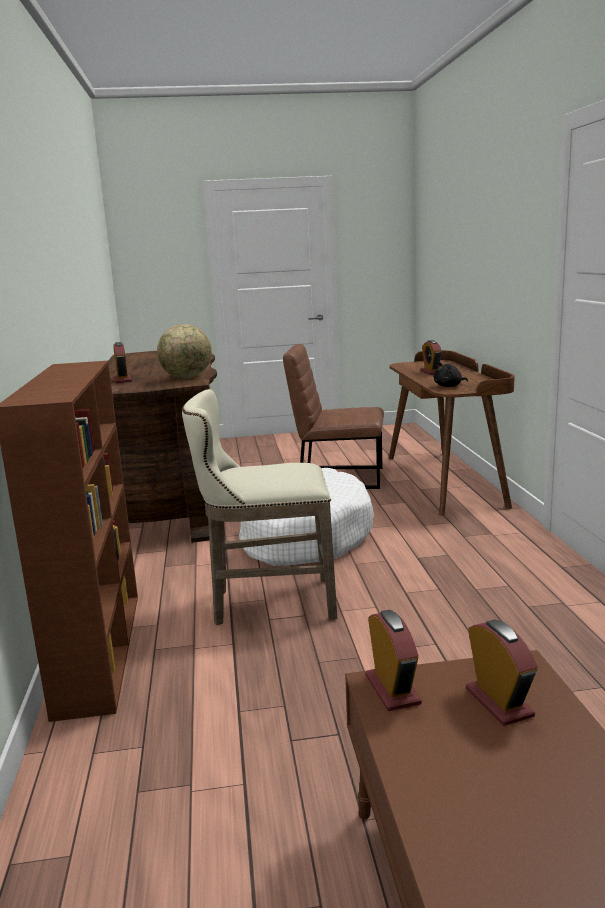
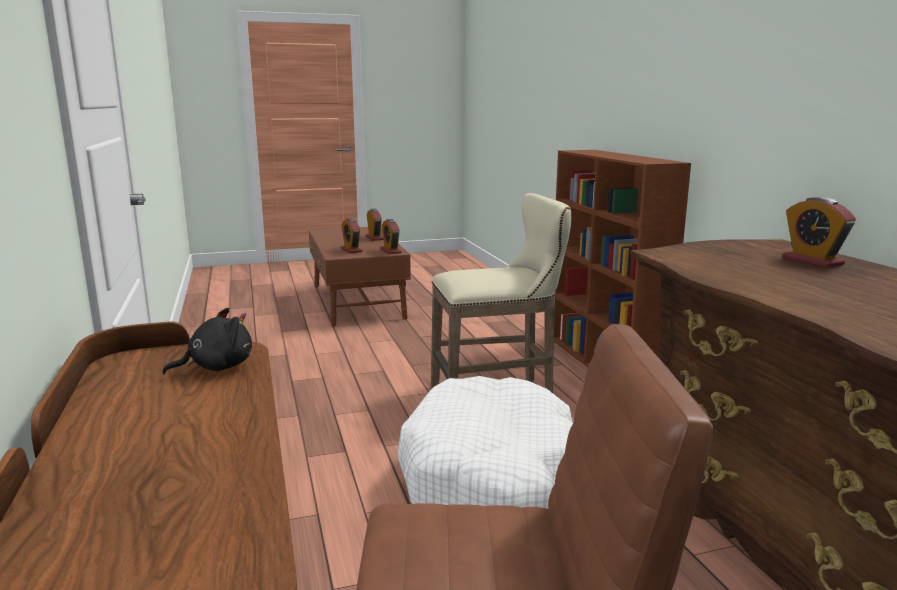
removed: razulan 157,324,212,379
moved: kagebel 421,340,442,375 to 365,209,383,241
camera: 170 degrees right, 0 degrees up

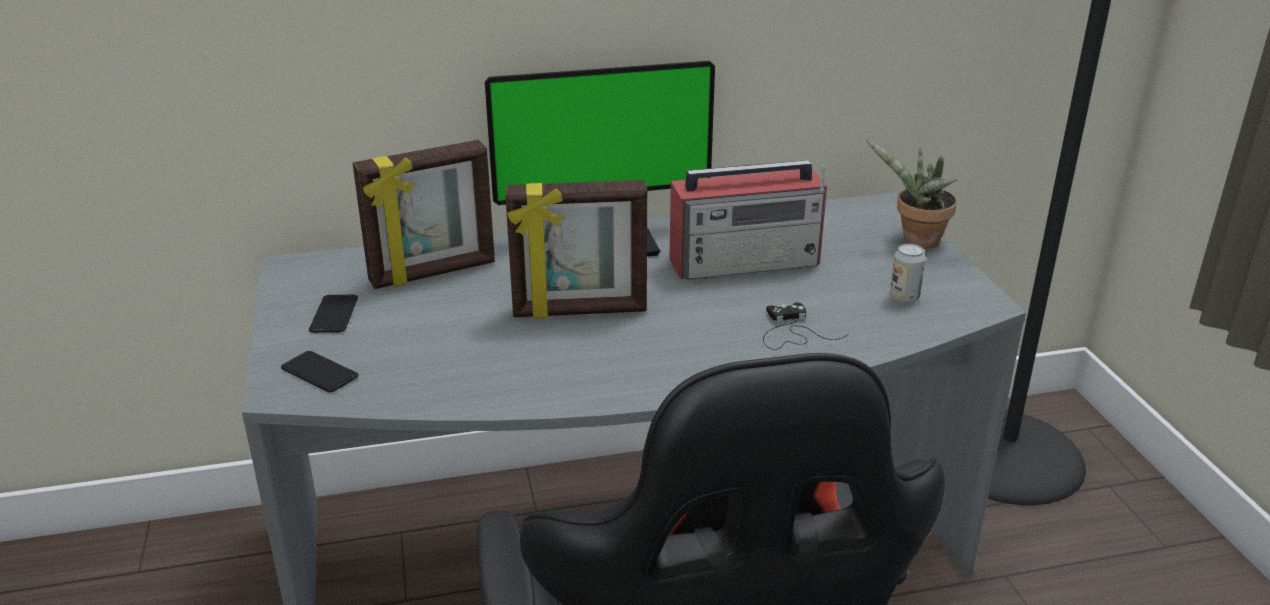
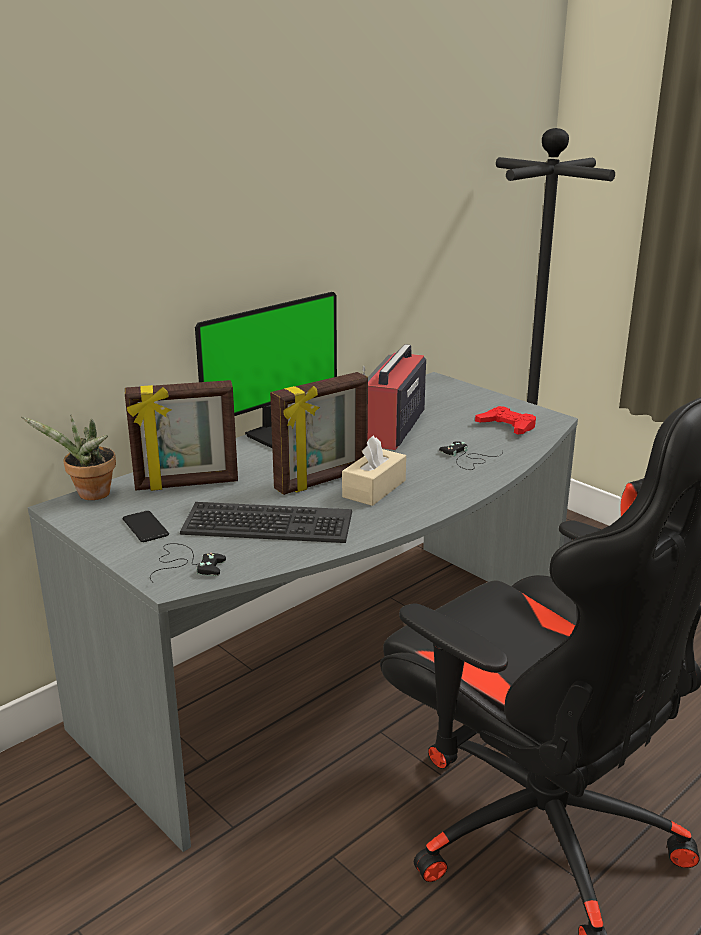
added: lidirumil 180,502,352,543; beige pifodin 342,435,406,506
moved: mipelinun 866,139,957,249 to 21,415,116,500
replaced: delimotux 281,351,359,392 to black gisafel 150,543,226,583; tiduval 890,244,926,304 to red gisafel 475,406,536,434
turned: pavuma 353,140,495,289 = 125,380,238,491 45 degrees clockwise; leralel 670,160,827,280 = 363,344,426,450 150 degrees clockwise
camera: 30 degrees left, 5 degrees down

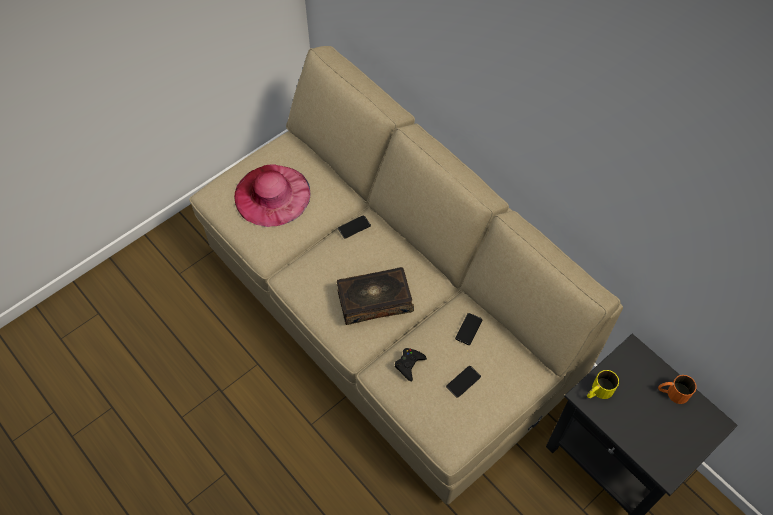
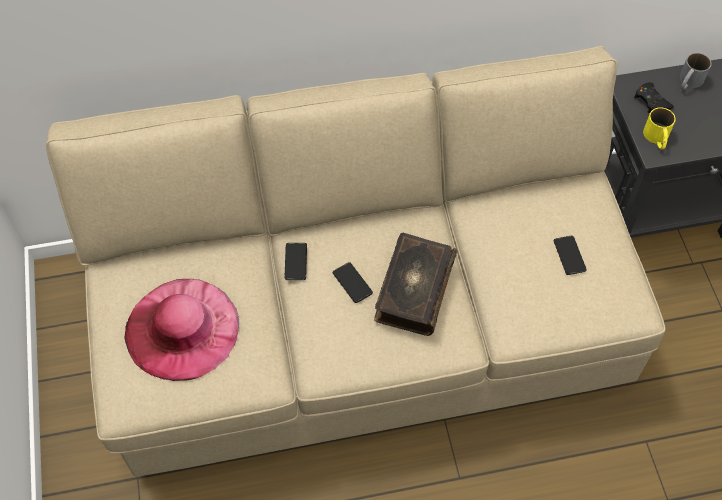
moved: delimotux 455,313,482,345 to 333,262,373,303; black gisafel 395,348,427,381 to 634,82,674,113
recoloured: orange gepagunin 658,375,696,404 to grey gepagunin 680,53,712,90
camera: 60 degrees left, 0 degrees up

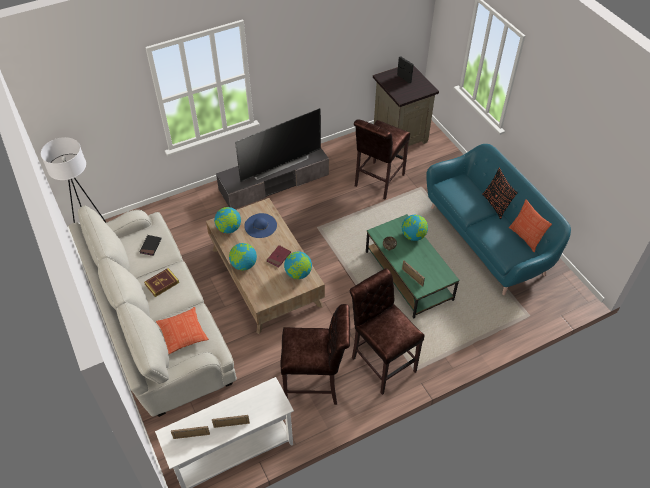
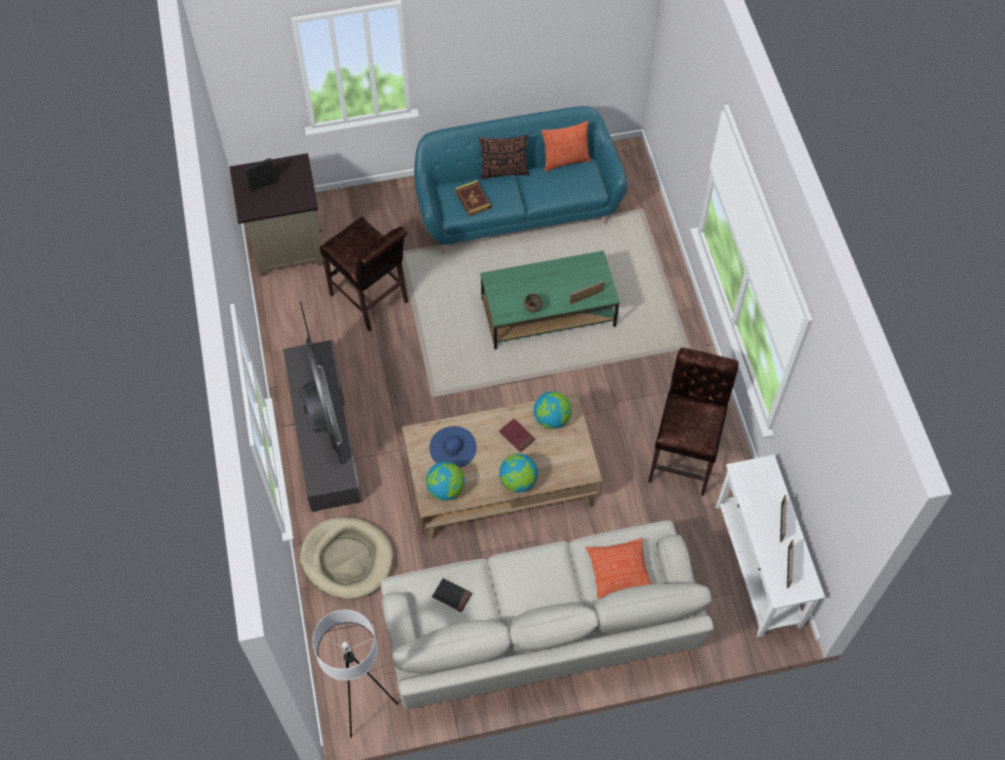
removed: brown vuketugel 350,268,424,395; razulan 402,215,428,241
added: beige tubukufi 300,517,394,599
moved: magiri 144,268,179,297 to 455,180,491,216
camera: 75 degrees left, 10 degrees up

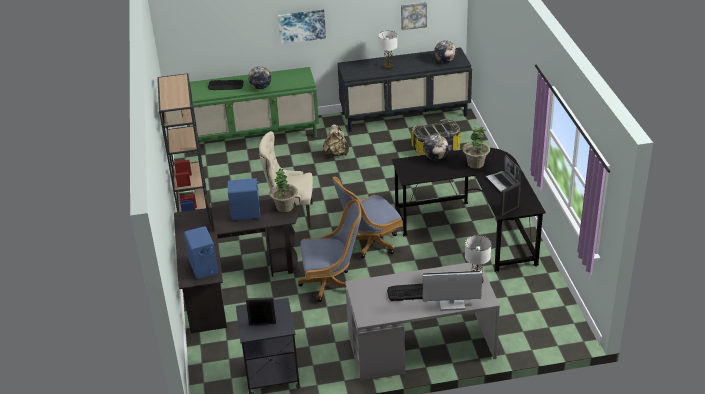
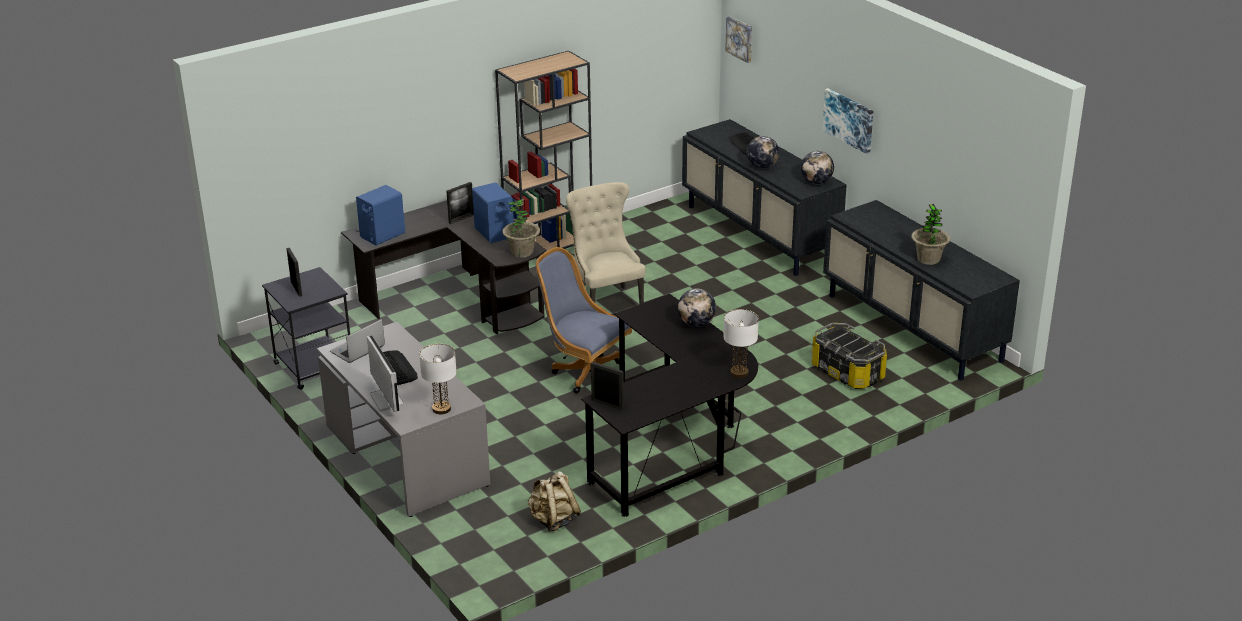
removed: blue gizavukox 298,199,361,302
moved: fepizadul 486,154,521,192 to 330,319,385,363; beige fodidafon 323,124,349,156 to 528,471,581,532; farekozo 378,31,398,70 to 723,309,759,378; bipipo 401,2,427,30 to 725,16,752,63; razulan 434,41,457,63 to 801,151,834,184; mipelinun 462,127,490,169 to 911,204,951,265
recoloured: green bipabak 187,67,319,153 to black bipabak 682,119,847,276
camera: 65 degrees right, 5 degrees down

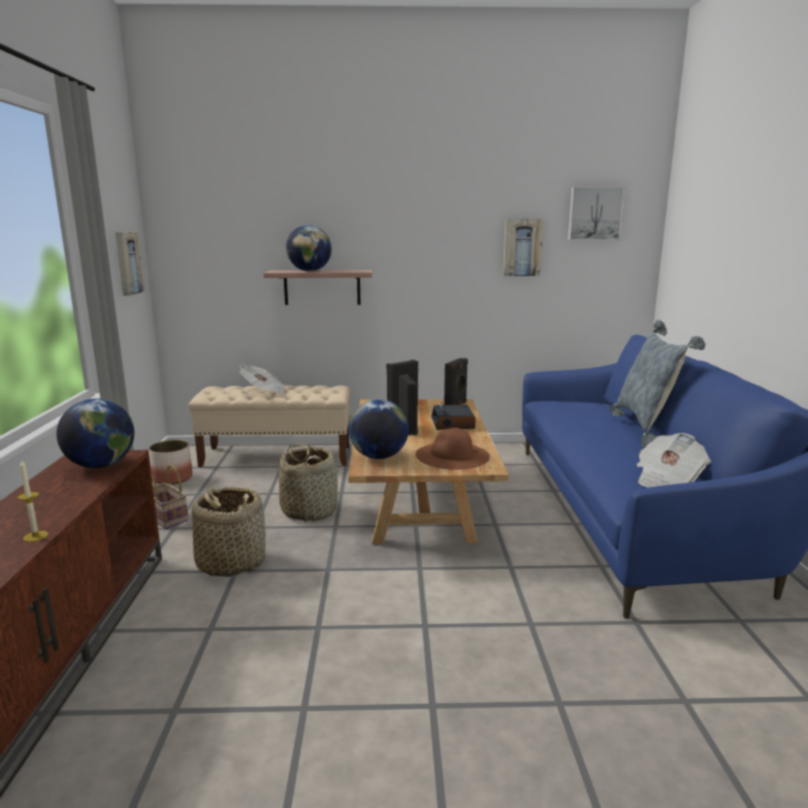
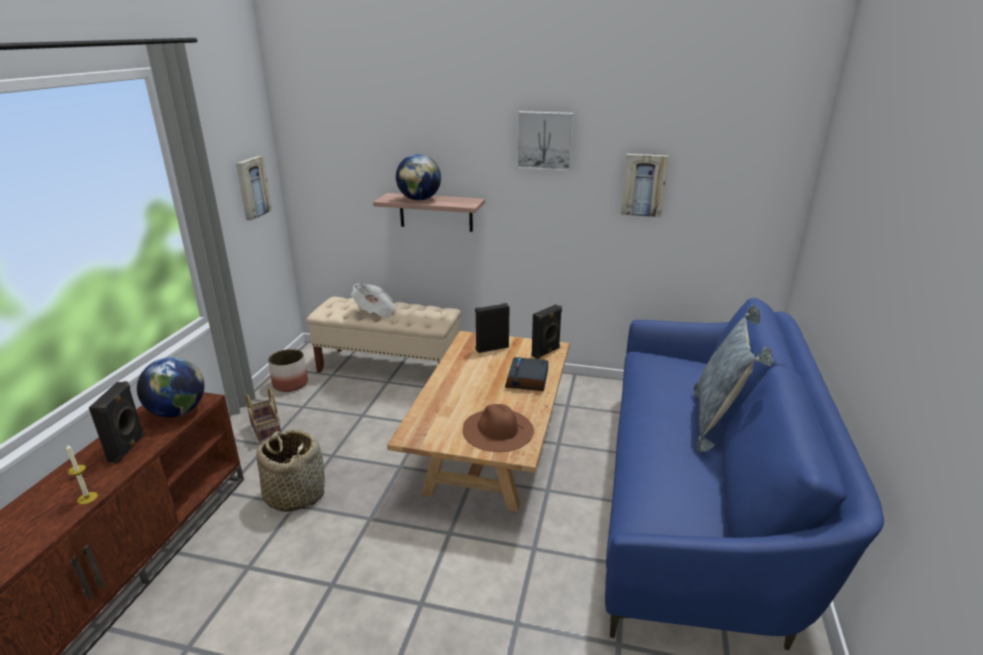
removed: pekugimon 279,443,338,521; razulan 349,399,409,459; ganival 637,433,711,487
moved: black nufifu 399,374,418,435 to 89,381,144,463; bipipo 568,187,625,240 to 517,111,574,171
camera: 15 degrees right, 10 degrees up

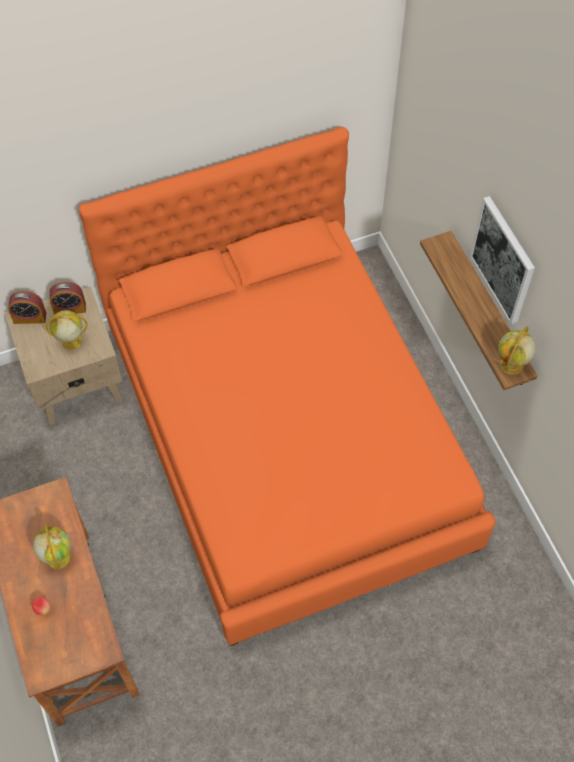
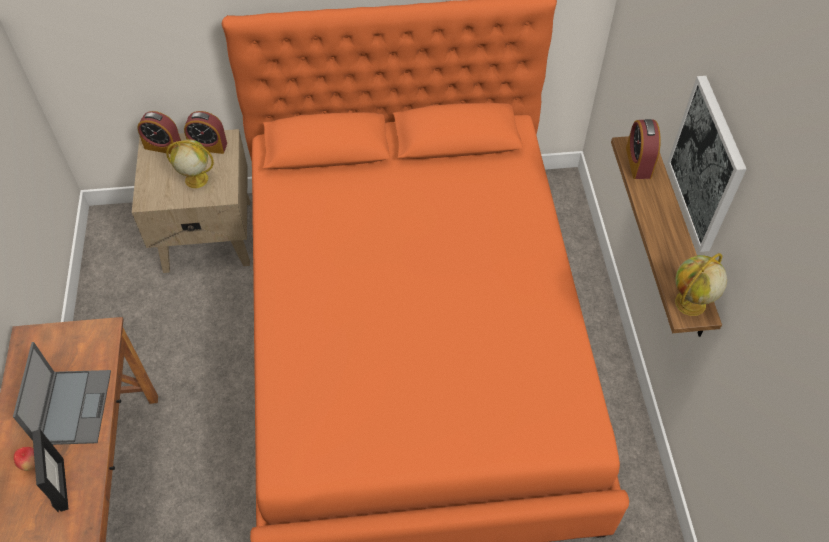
added: pavuma 32,429,69,512; kagebel 626,119,661,179
replaced: razulan 33,522,71,569 to fepizadul 13,342,111,445
camera: 15 degrees right, 5 degrees down

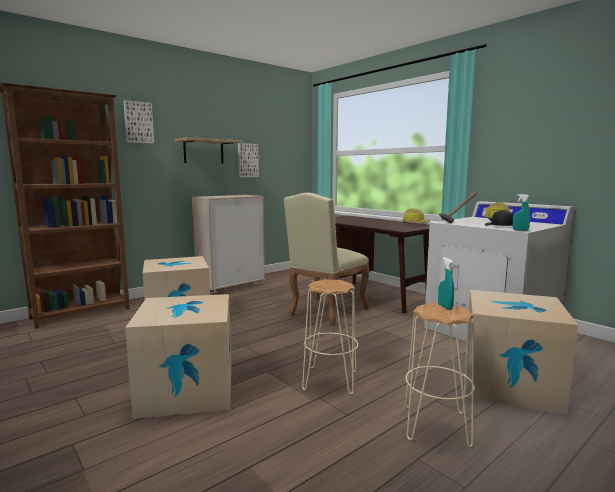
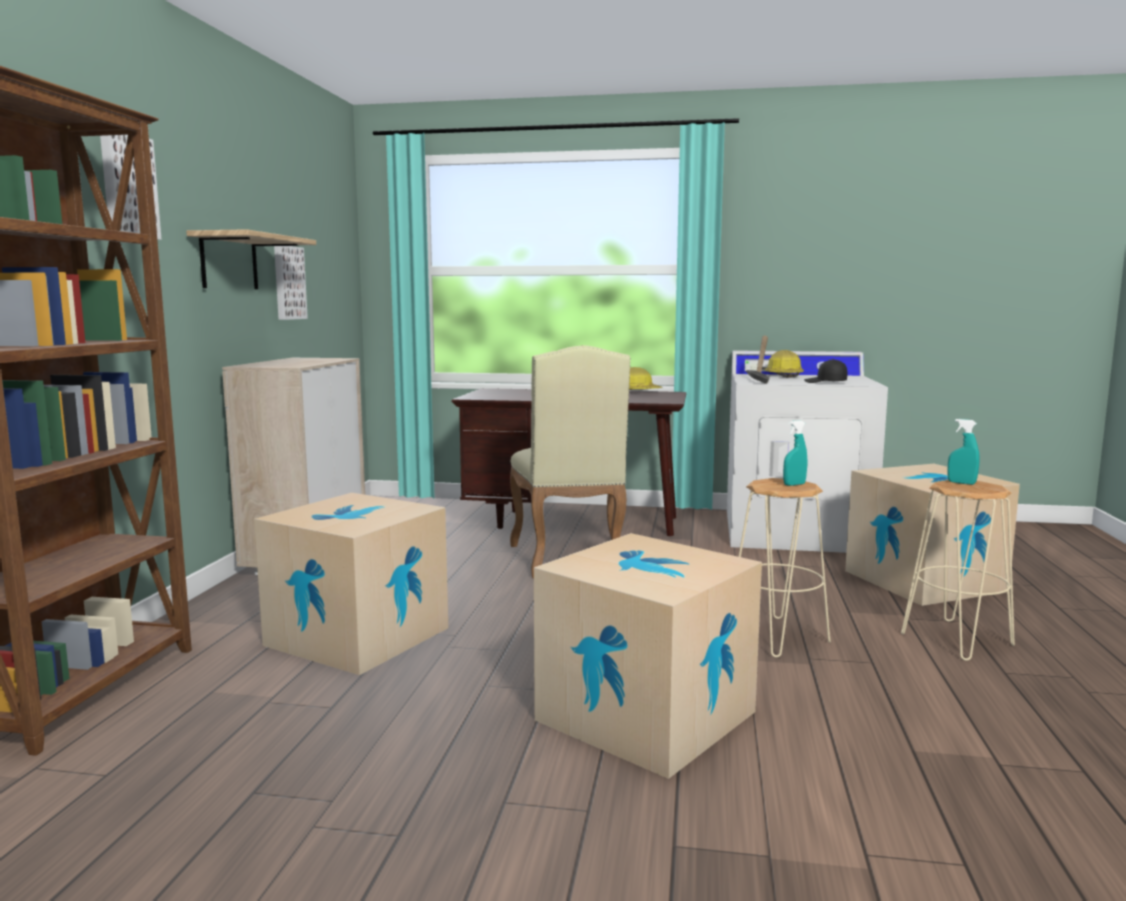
moved: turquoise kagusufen 513,194,531,231 to 783,420,807,486
camera: 40 degrees left, 0 degrees up

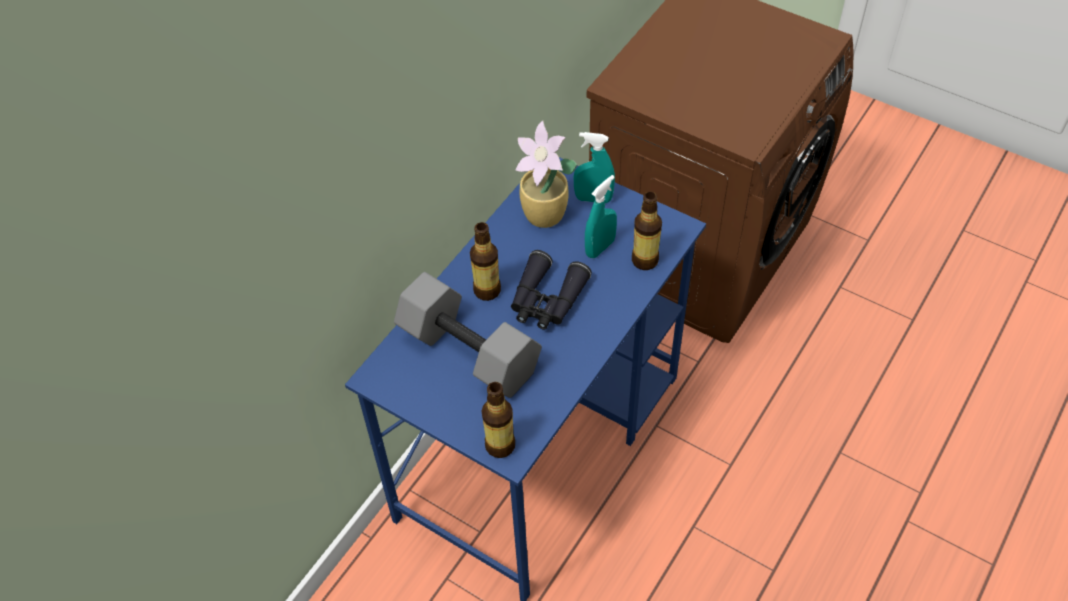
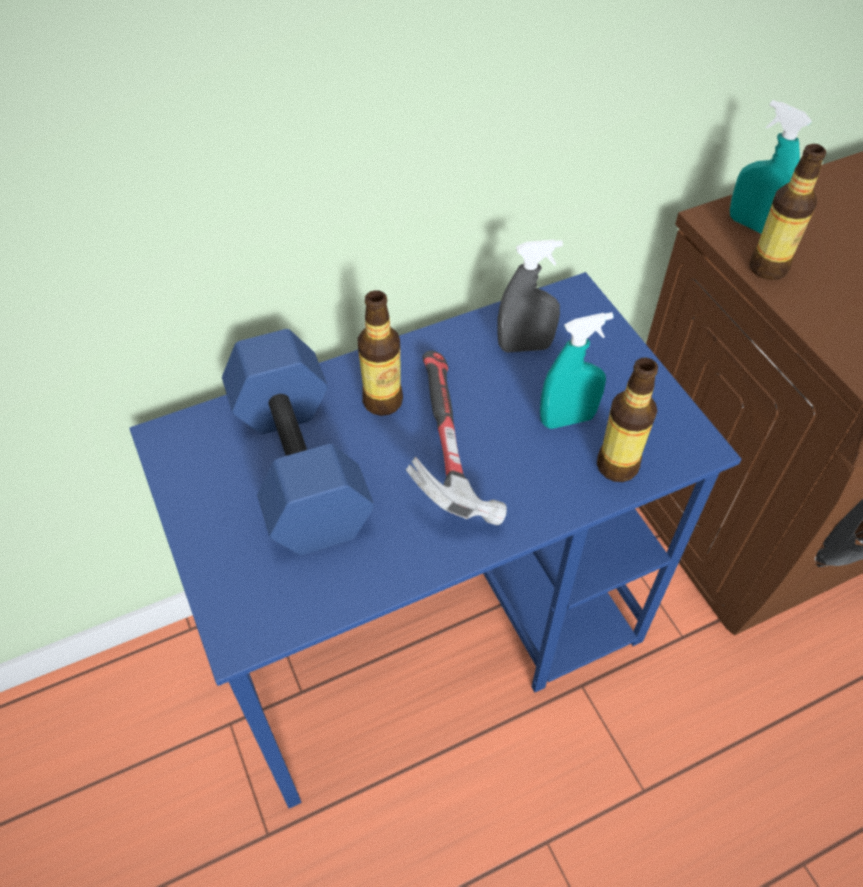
moved: turquoise kagusufen 573,132,615,203 to 730,100,812,234; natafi 482,382,515,458 to 749,144,826,280
replaced: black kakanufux 511,250,592,330 to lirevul 406,351,507,525; mipelinun 515,120,577,228 to grey kagusufen 497,240,563,353
recoloured: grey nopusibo 394,272,542,398 to blue nopusibo 222,329,375,555
camera: 30 degrees right, 0 degrees up

